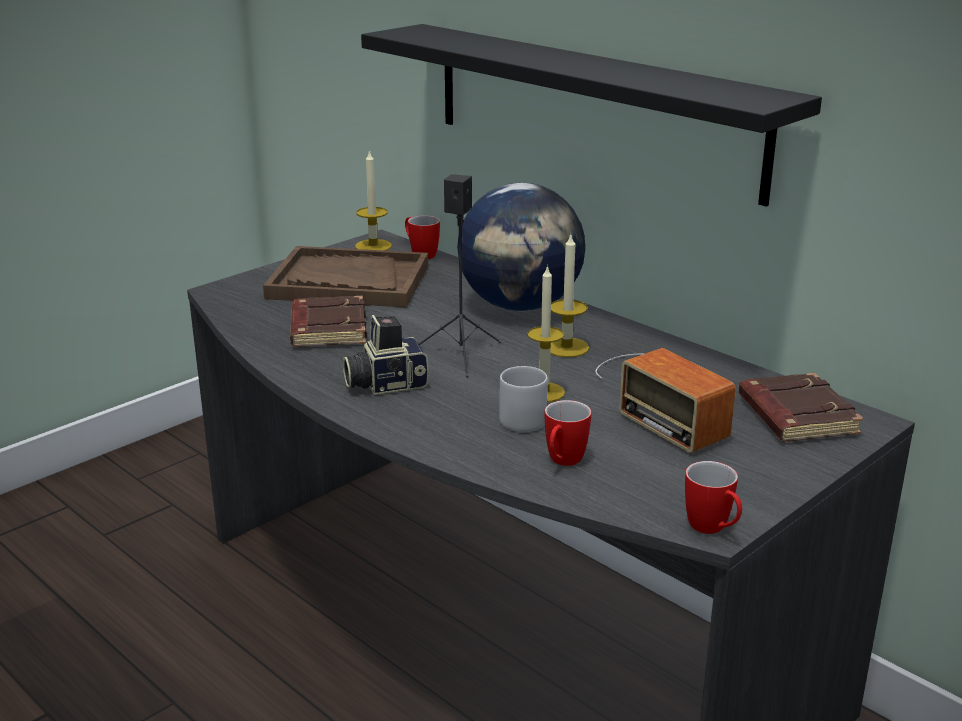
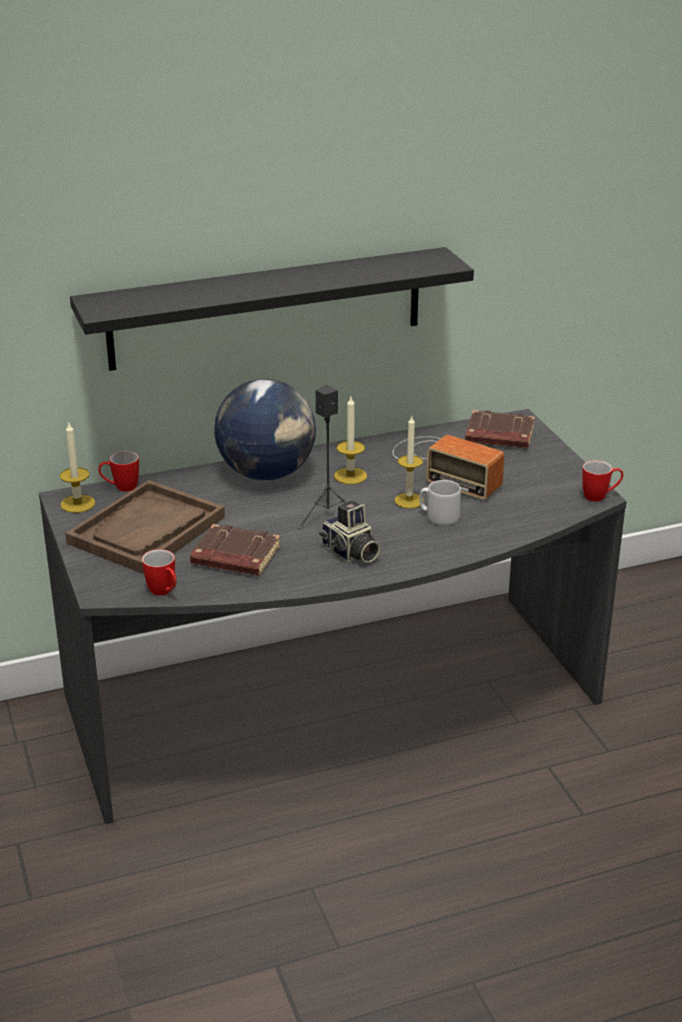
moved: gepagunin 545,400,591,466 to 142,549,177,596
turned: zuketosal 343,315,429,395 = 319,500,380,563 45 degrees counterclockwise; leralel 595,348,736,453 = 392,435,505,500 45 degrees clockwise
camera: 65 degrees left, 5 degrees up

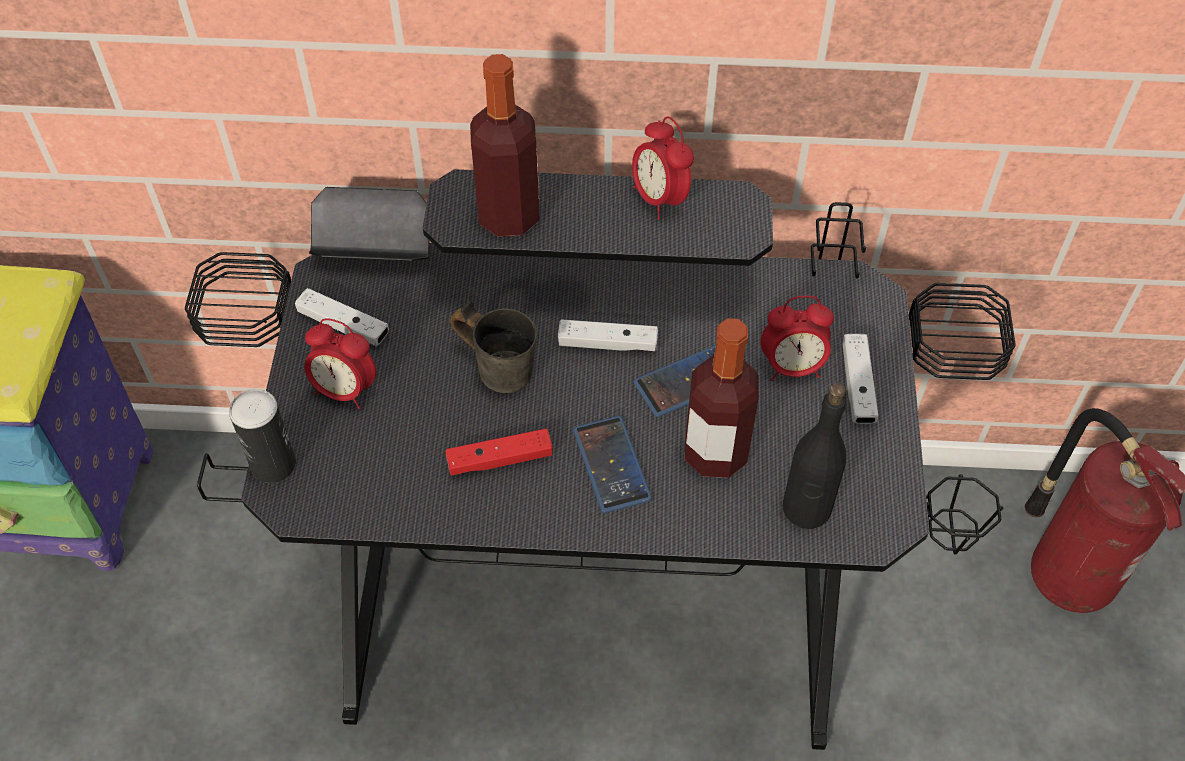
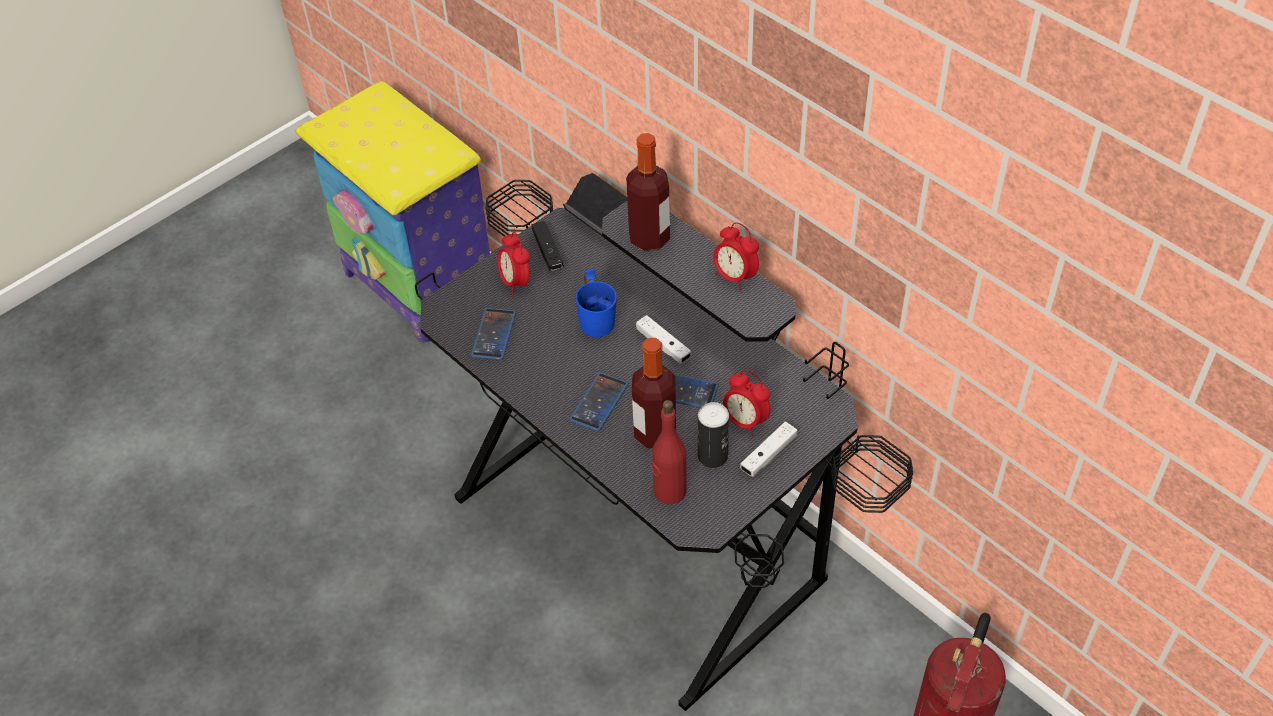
removed: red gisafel 446,429,553,475
added: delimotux 471,308,516,360
moved: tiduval 229,389,296,483 to 698,402,729,468
recoloured: white gisafel 295,288,389,346 to black gisafel 532,221,564,271; grey gepagunin 450,301,537,393 to blue gepagunin 576,269,617,337; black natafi 783,383,846,529 to red natafi 651,400,687,504
turned: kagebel 632,116,694,219 = 714,222,759,291 60 degrees counterclockwise
camera: 45 degrees right, 5 degrees down

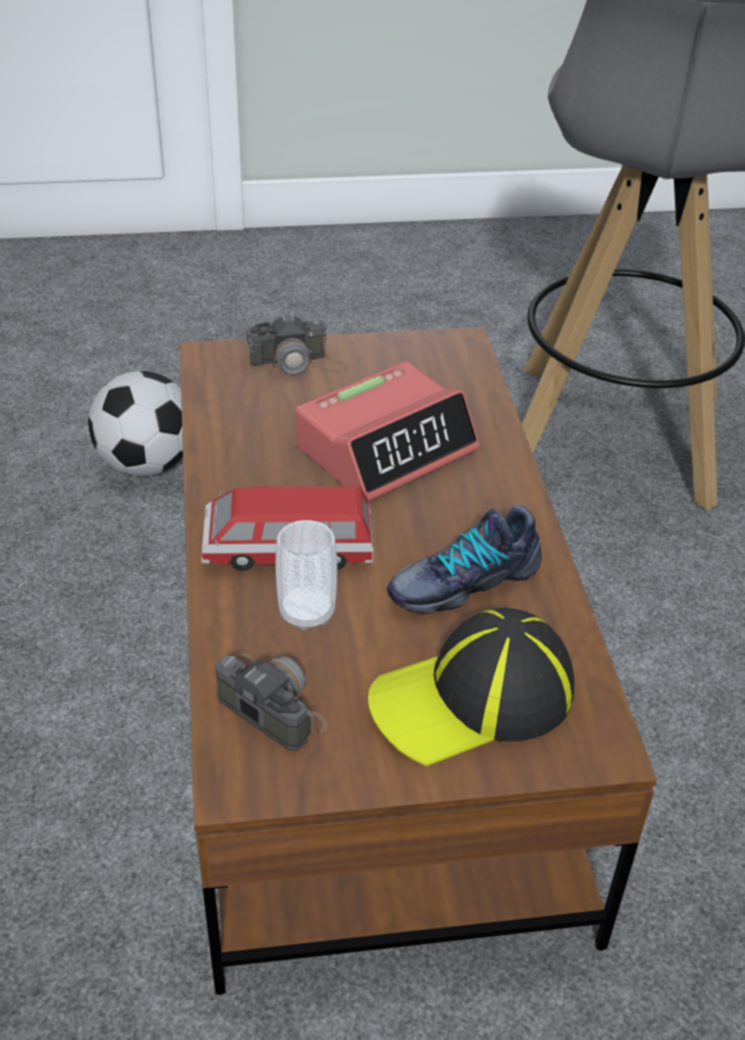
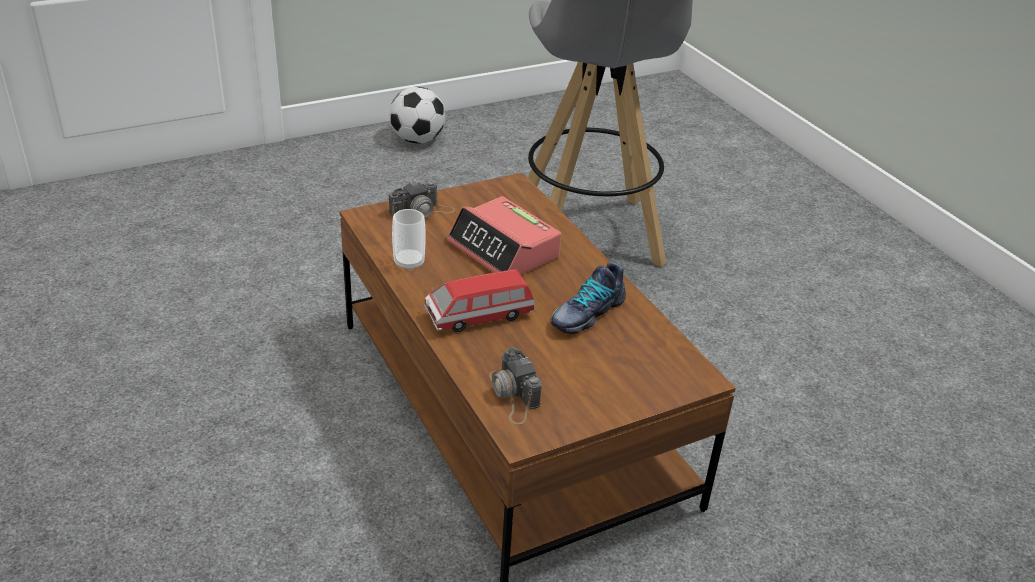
removed: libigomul 368,608,574,766
moved: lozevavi 88,371,183,476 to 390,87,445,144; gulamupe 276,520,337,631 to 392,209,426,271
turned: kagebel 295,361,479,502 = 447,196,561,275 105 degrees clockwise; zuketosal 215,653,327,751 = 489,347,542,425 135 degrees counterclockwise
camera: 20 degrees left, 5 degrees down

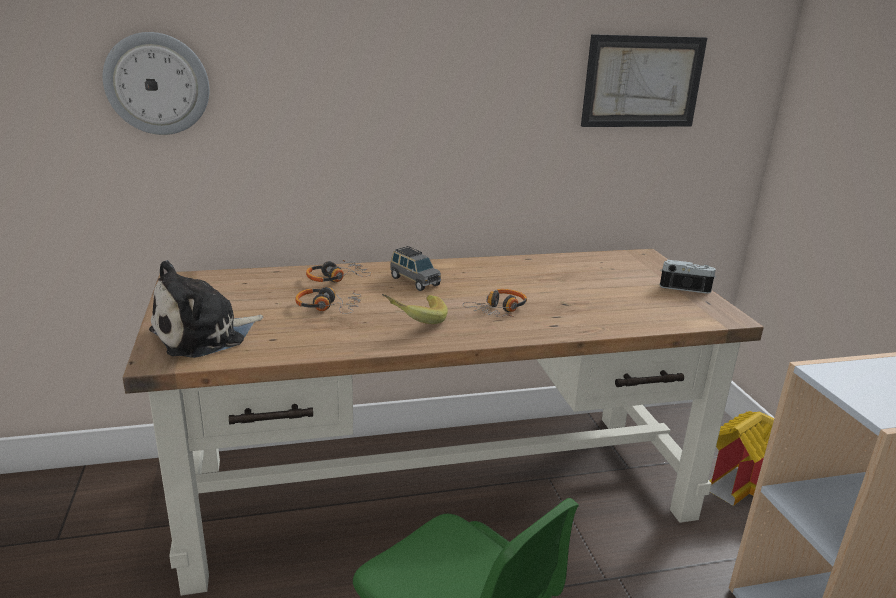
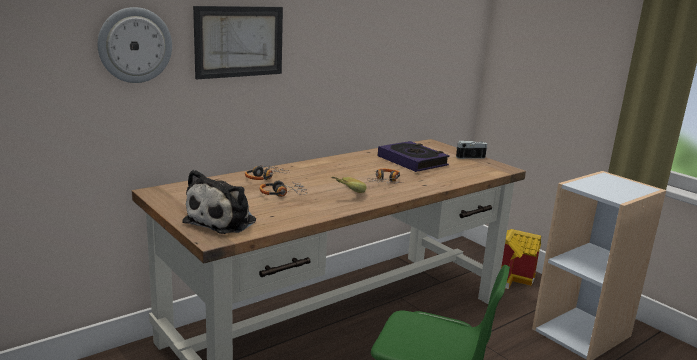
removed: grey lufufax 390,246,441,291
added: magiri 378,141,450,172
moved: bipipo 581,34,707,127 to 193,6,283,79
camera: 25 degrees left, 5 degrees down

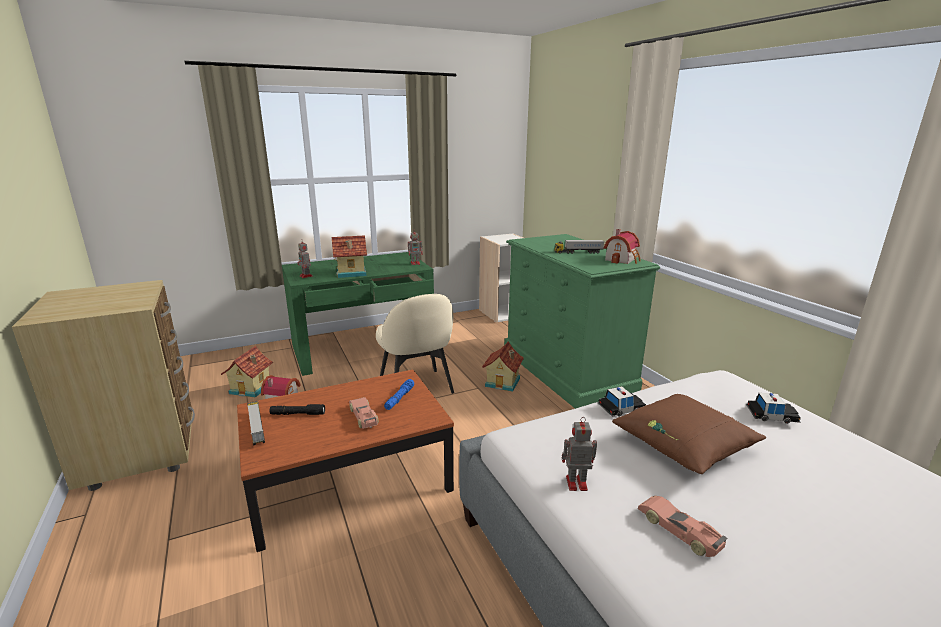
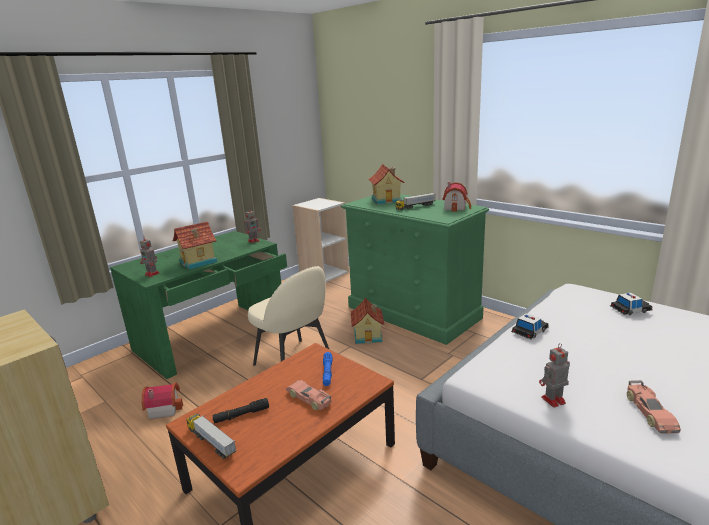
removed: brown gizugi 612,394,766,474
moved: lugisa 221,346,273,398 to 368,164,404,204
turned: lufufax 638,496,727,557 = 627,380,681,434 120 degrees counterclockwise
camera: 20 degrees left, 0 degrees up

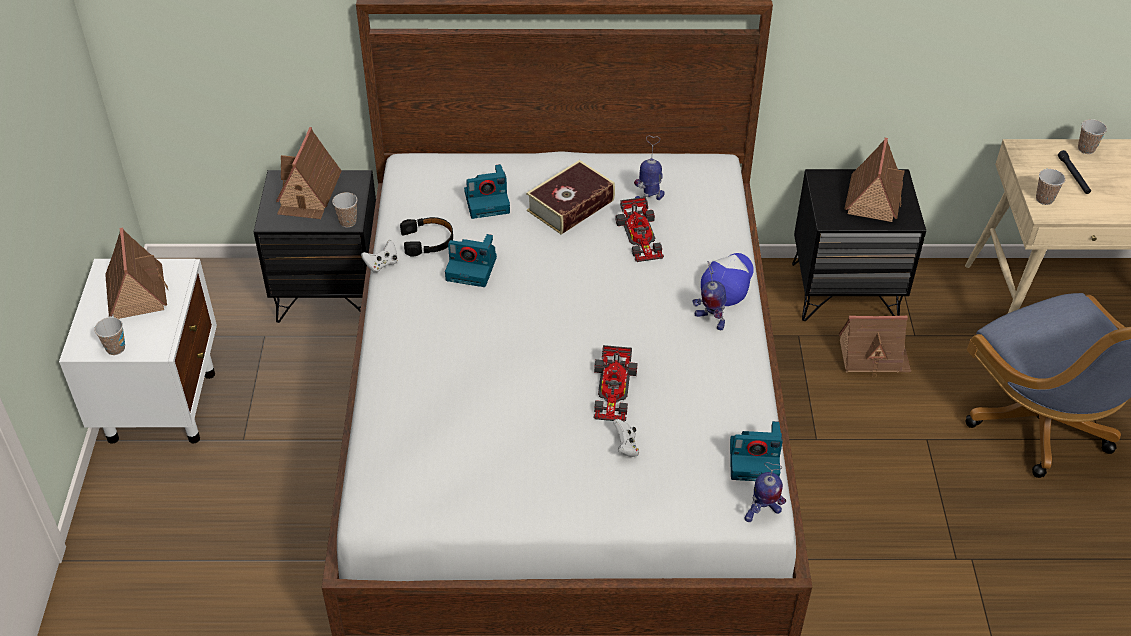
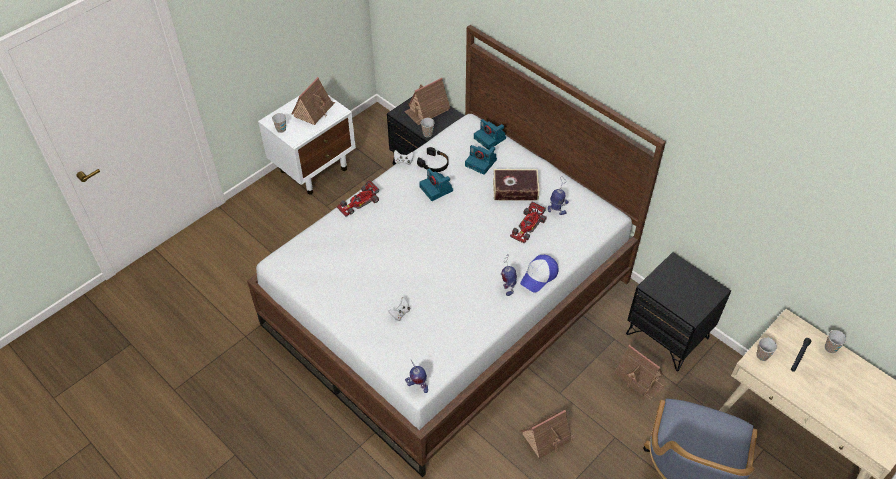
moved: lufufax 593,345,638,422 to 337,180,379,217; zuketosal 730,421,783,481 to 474,119,506,150; lugisa 844,138,905,222 to 521,410,576,459
turned: libigomul 701,253,754,306 = 520,255,559,292 150 degrees clockwise
camera: 45 degrees right, 5 degrees up

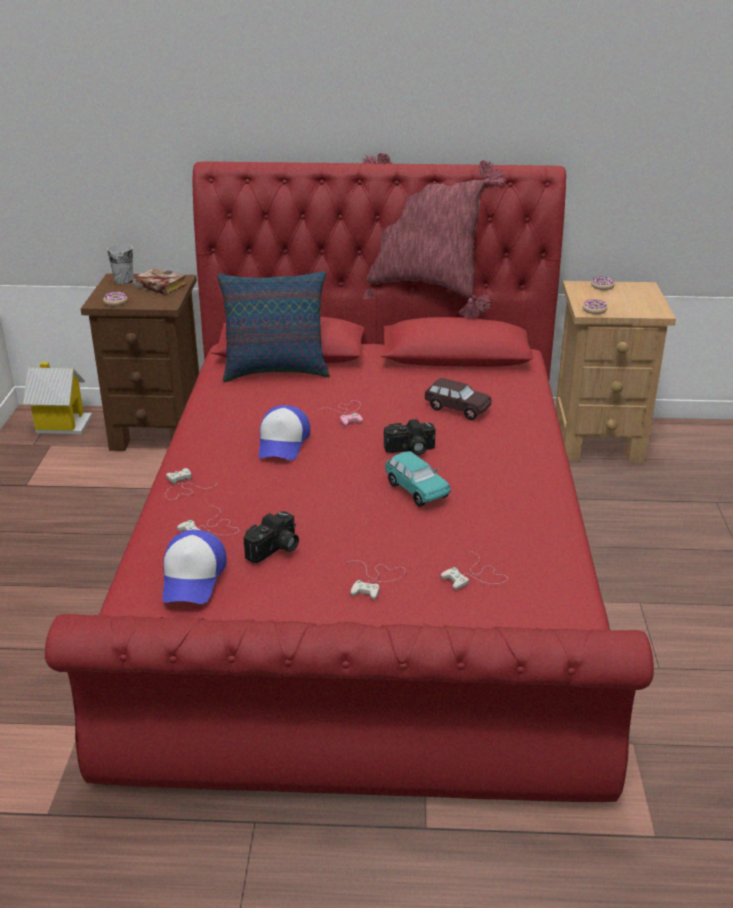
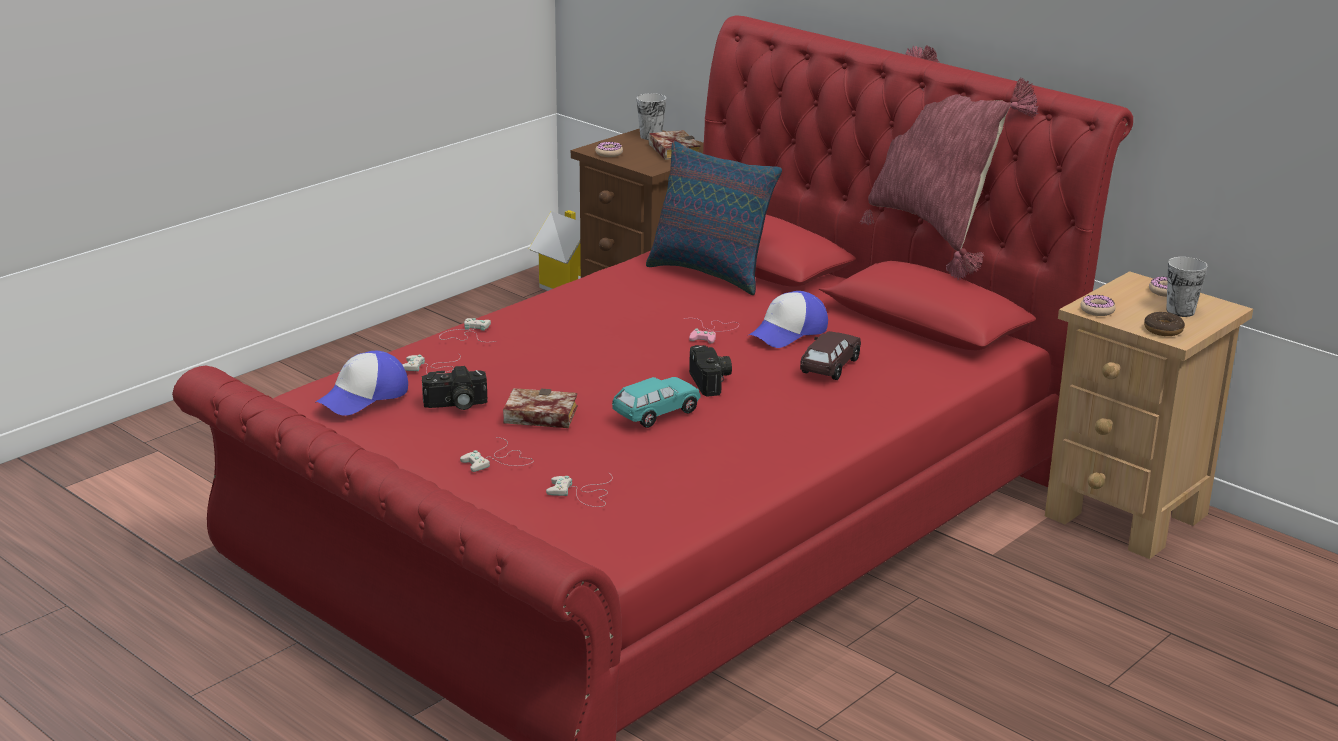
added: magiri 503,388,577,428; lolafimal 1144,312,1185,336; gulamupe 1166,257,1207,317
moved: libigomul 259,405,310,460 to 749,291,828,348
turned: turquoise lufufax 385,451,451,507 = 612,377,701,428 135 degrees counterclockwise; zuketosal 384,419,435,455 = 689,345,732,397 135 degrees counterclockwise; brown lufufax 424,378,492,420 = 800,331,861,380 135 degrees counterclockwise
camera: 40 degrees right, 5 degrees down

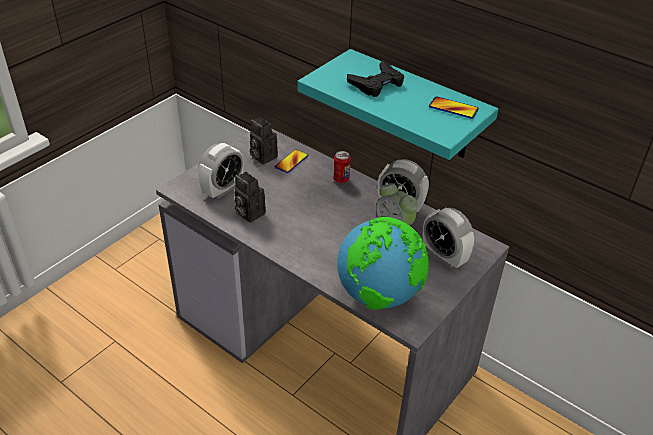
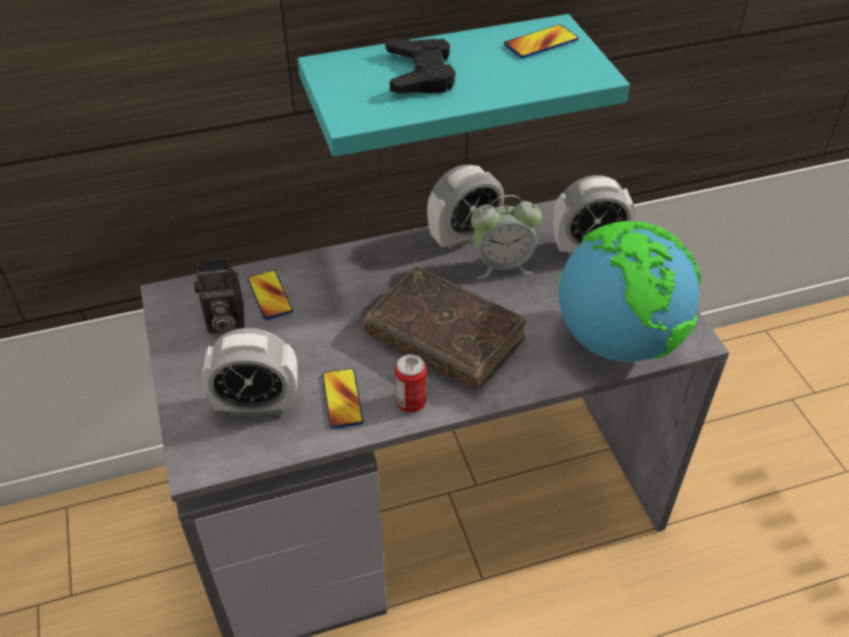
added: brown magiri 363,267,526,391
moved: tiduval 333,151,351,183 to 395,354,427,412
replaced: zuketosal 235,172,266,223 to delimotux 322,368,363,429
turned: kagebel 198,143,243,199 = 202,328,298,416 105 degrees clockwise
camera: 55 degrees left, 5 degrees up

